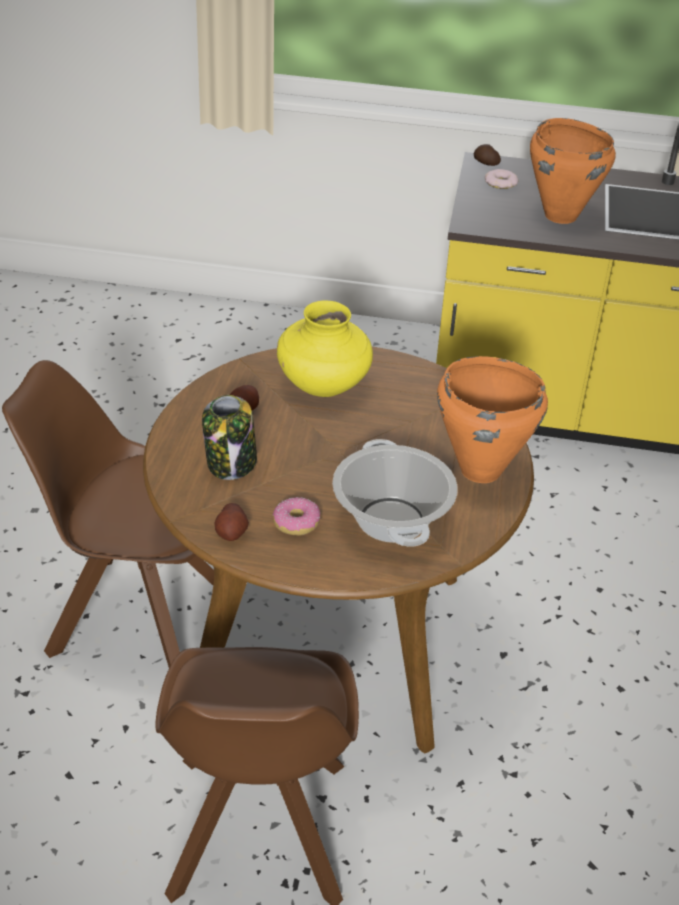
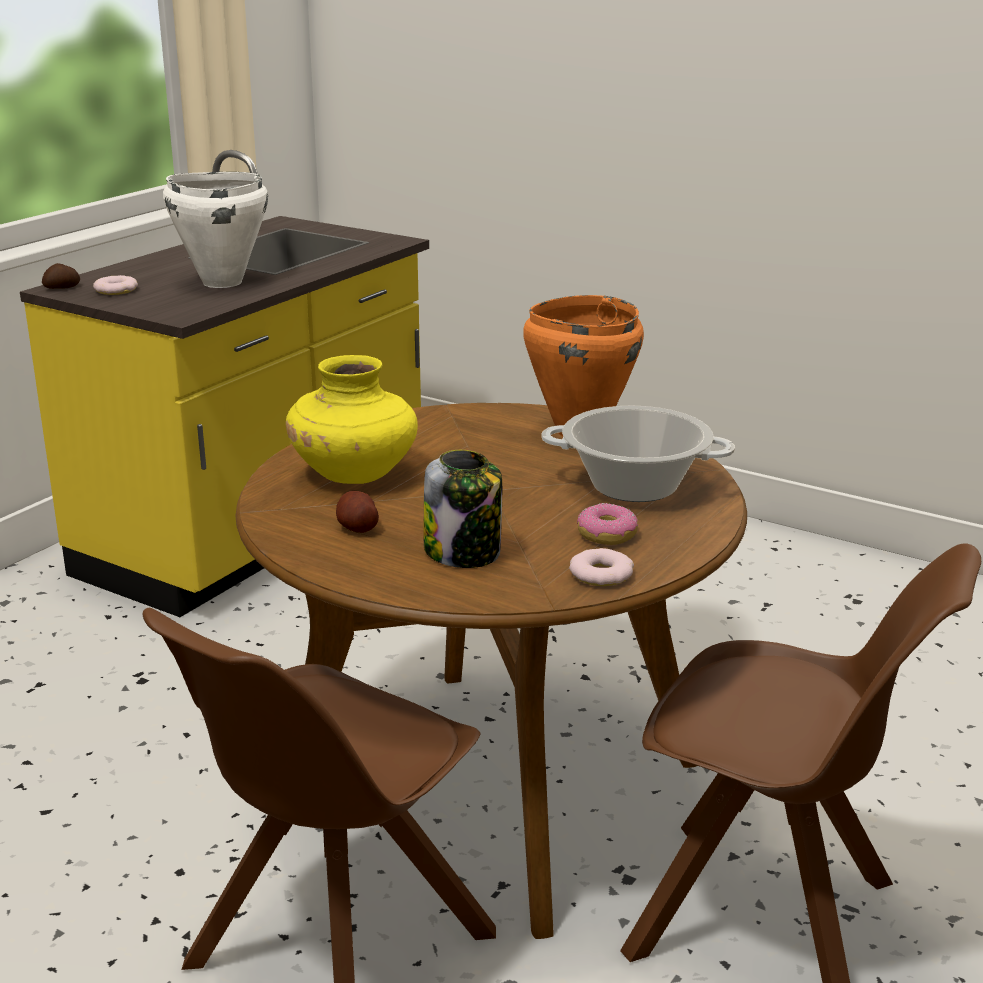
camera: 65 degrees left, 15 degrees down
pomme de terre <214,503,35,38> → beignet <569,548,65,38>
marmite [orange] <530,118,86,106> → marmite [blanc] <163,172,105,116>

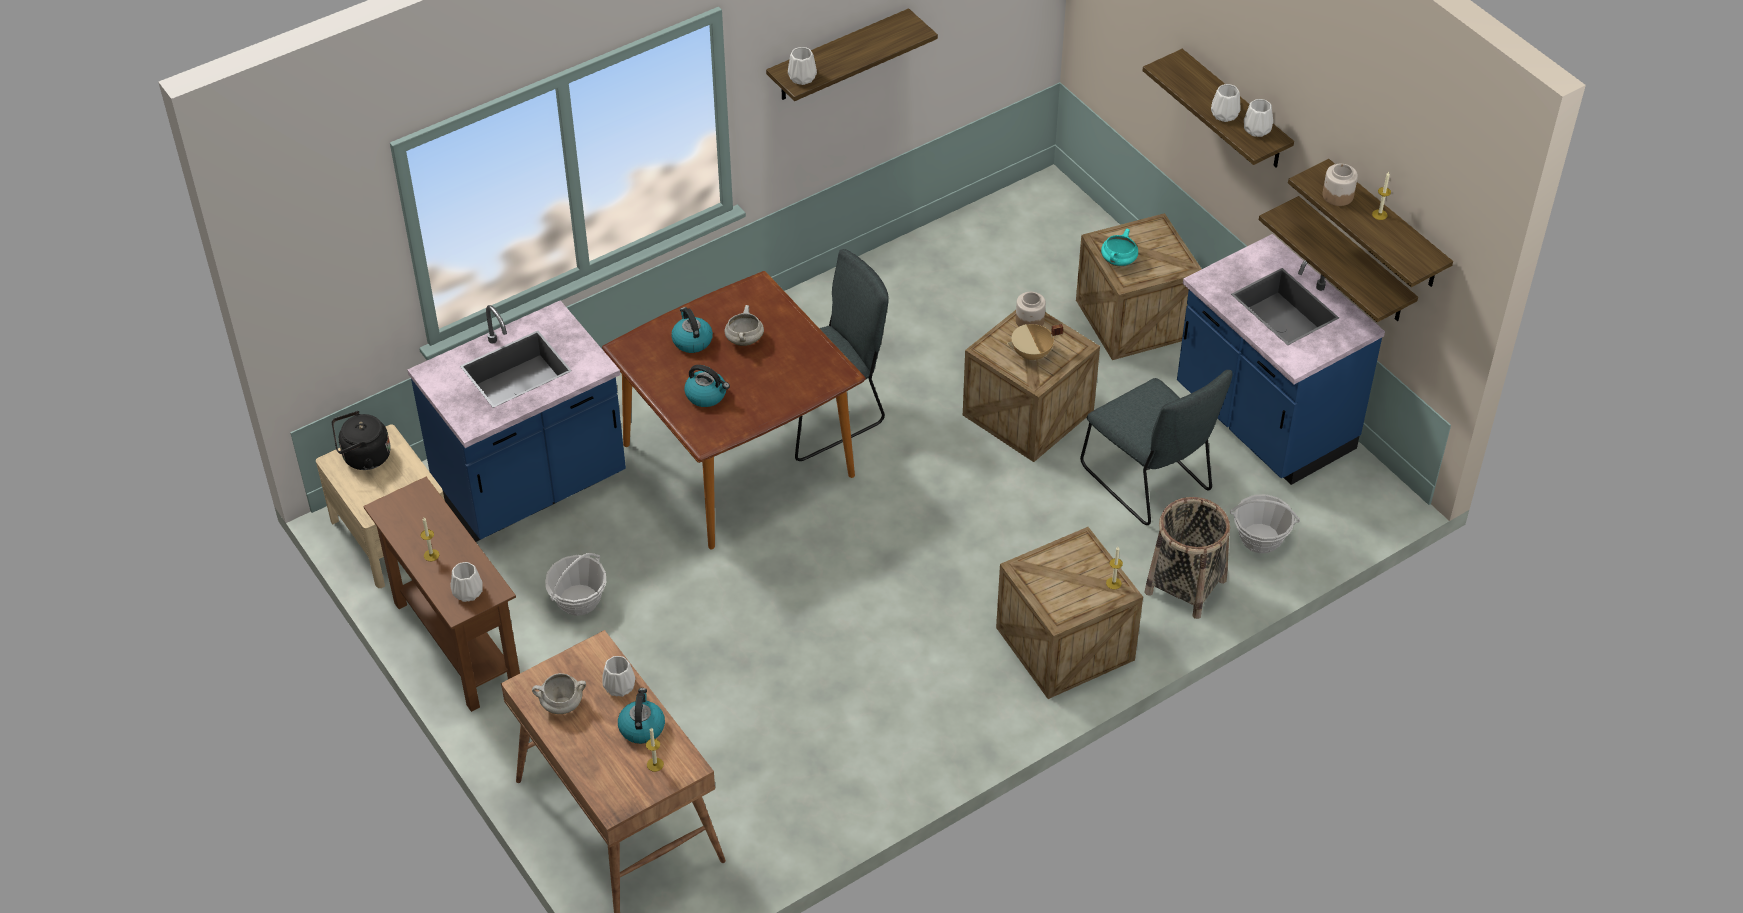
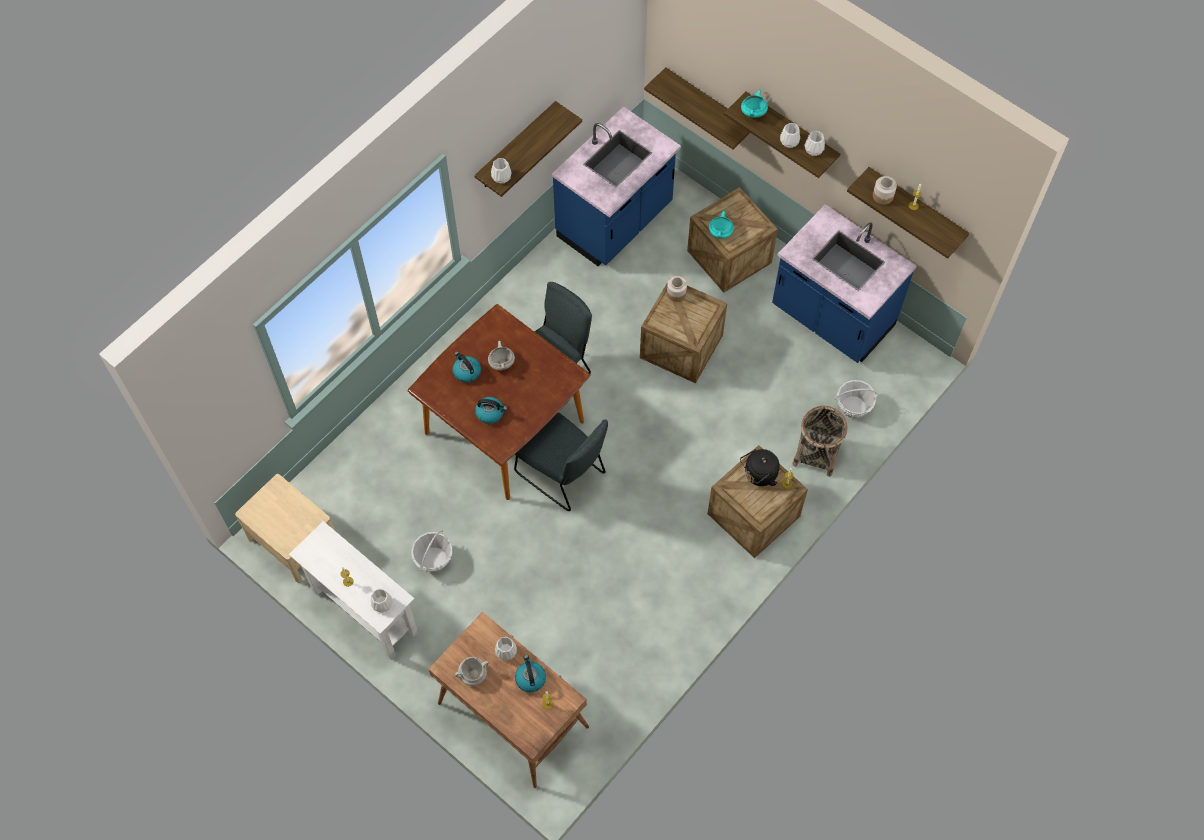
camera: 15 degrees left, 15 degrees up
marmite [beige] <1007,324,56,37> → -
- → marmite [turquoise] <741,90,27,28>
bouilloire [noir] <332,411,59,59> → bouilloire [noir] <740,449,39,37>, shifted
comptoir de cuisine [bleu] <407,300,219,242> → comptoir de cuisine [bleu] <552,106,129,160>, shifted
chaise [gris] <1080,370,153,155> → chaise [gris] <514,412,94,99>, shifted
étagère <1259,196,159,126> → étagère <644,67,106,82>, shifted
table console [marron] <363,477,157,235> → table console [blanc] <289,521,129,139>

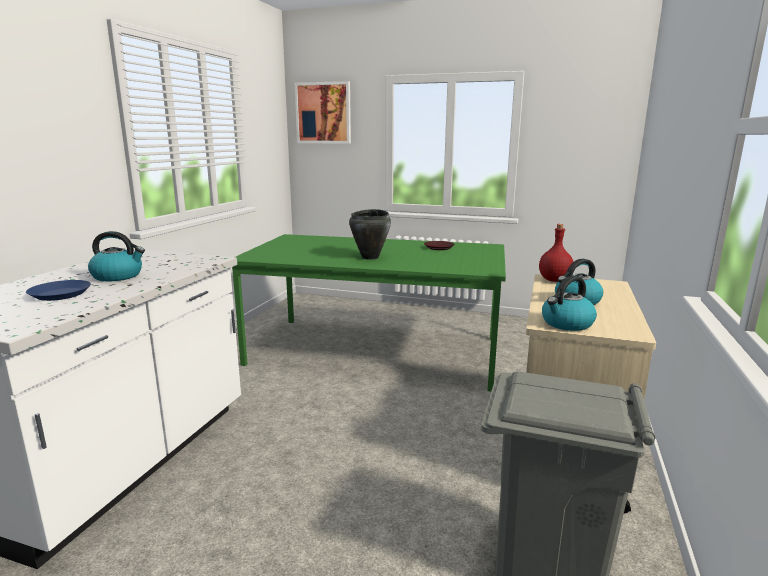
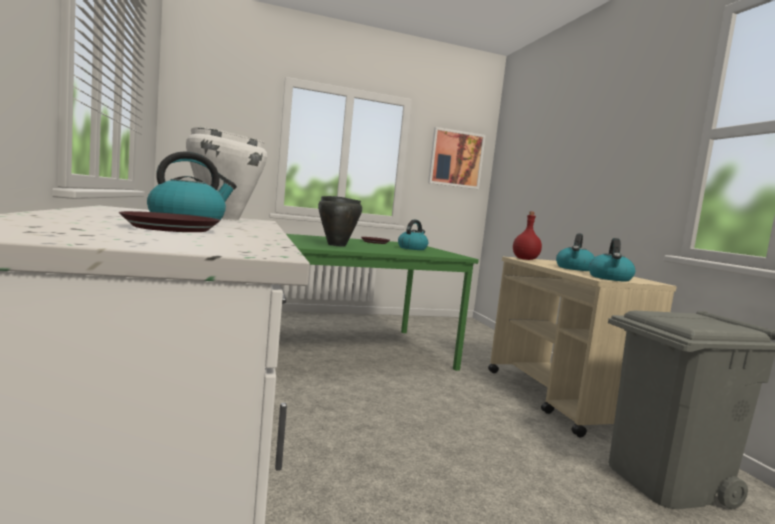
camera: 35 degrees left, 10 degrees down
- → marmite [blanc] <186,127,81,93>
- → bouilloire <398,220,30,30>
tableau <295,81,56,63> → tableau <428,127,58,62>, shifted
assiette [bleu] <26,280,65,21> → assiette [marron] <119,211,102,21>

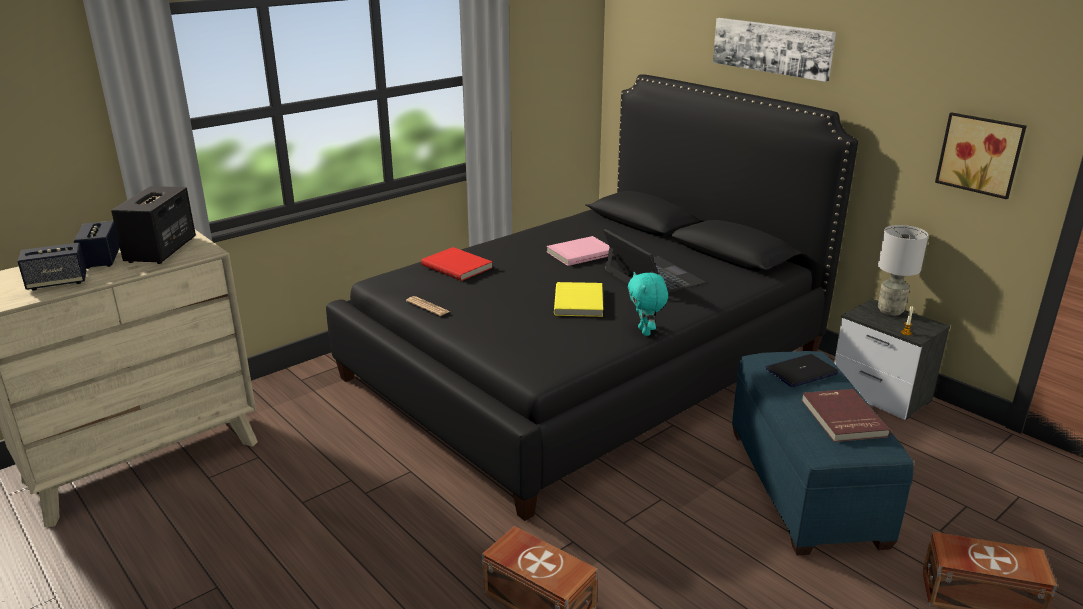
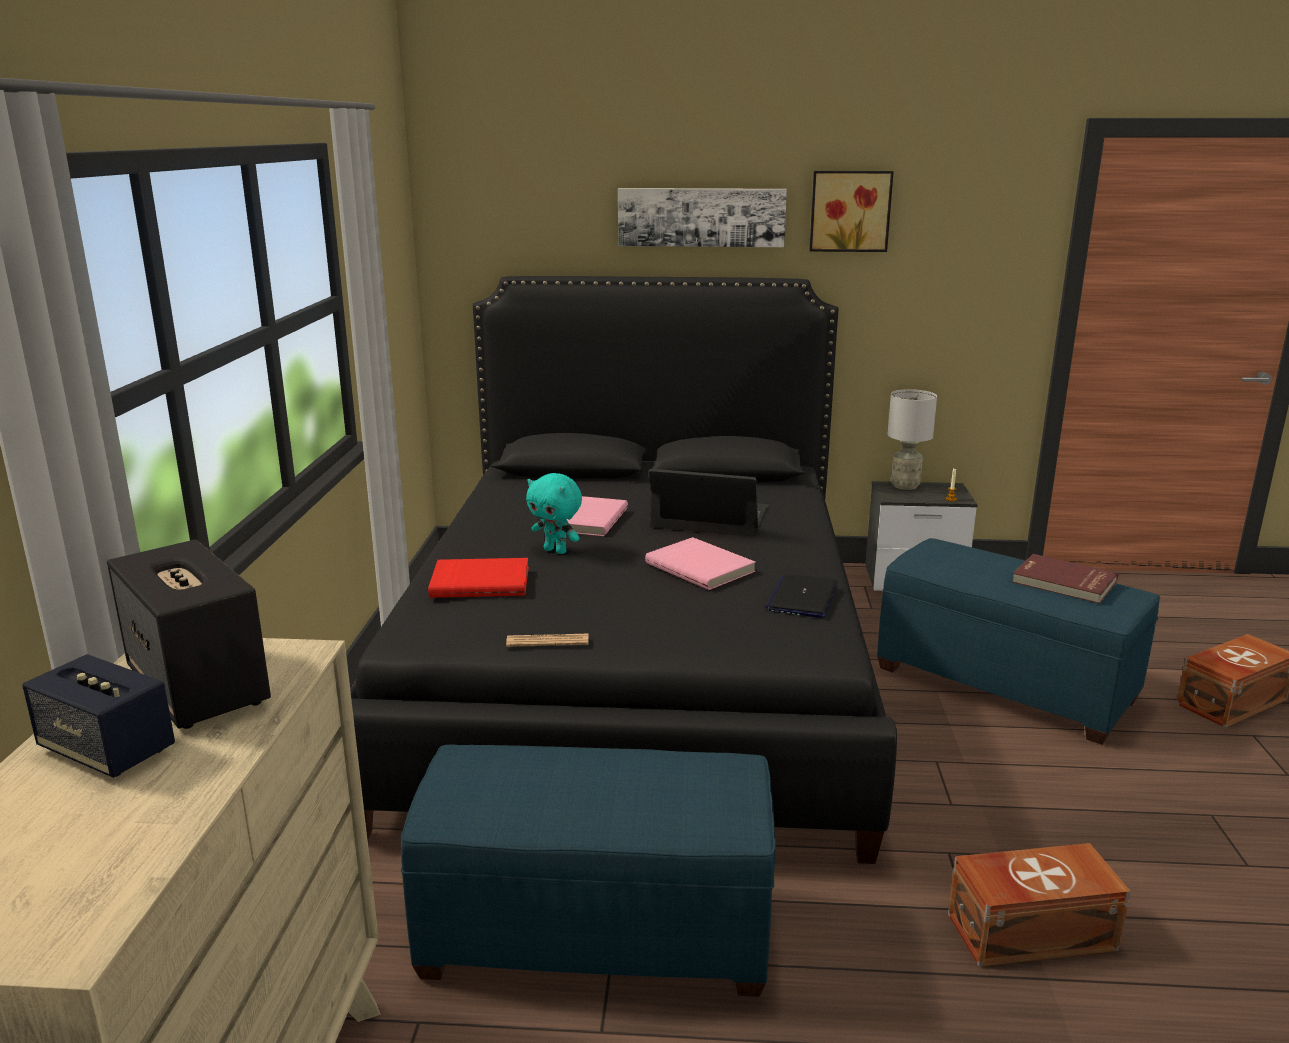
camera: 45 degrees left, 5 degrees down
enceinte <17,242,69,49> → -
- → pouf [bleu] <401,745,375,252>
peluche [turquoise] <628,272,40,64> → peluche [turquoise] <526,473,56,81>, shifted
ordinateur portable <765,354,74,33> → ordinateur portable <765,574,73,44>, shifted
tableau <935,112,92,87> → tableau <809,171,85,81>, shifted
livre [jaune] <554,282,49,35> → livre [rose] <645,537,111,53>

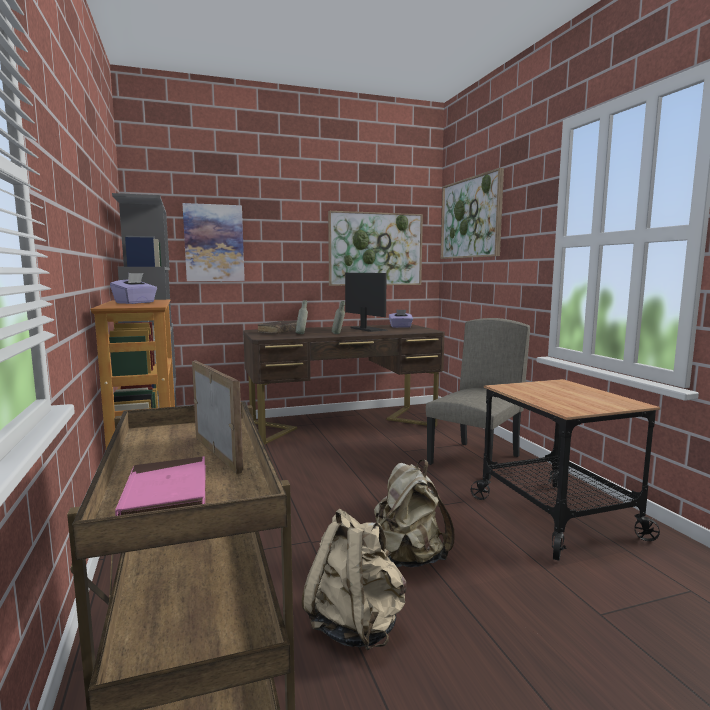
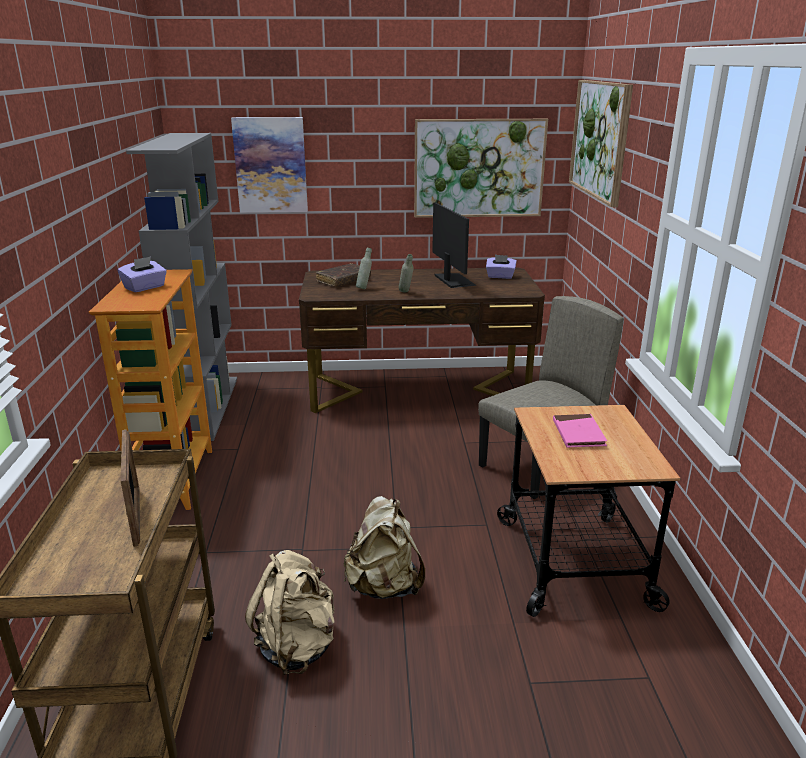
camera: 15 degrees right, 15 degrees up
livre [rose] <115,457,91,59> → livre [rose] <553,414,54,34>, shifted

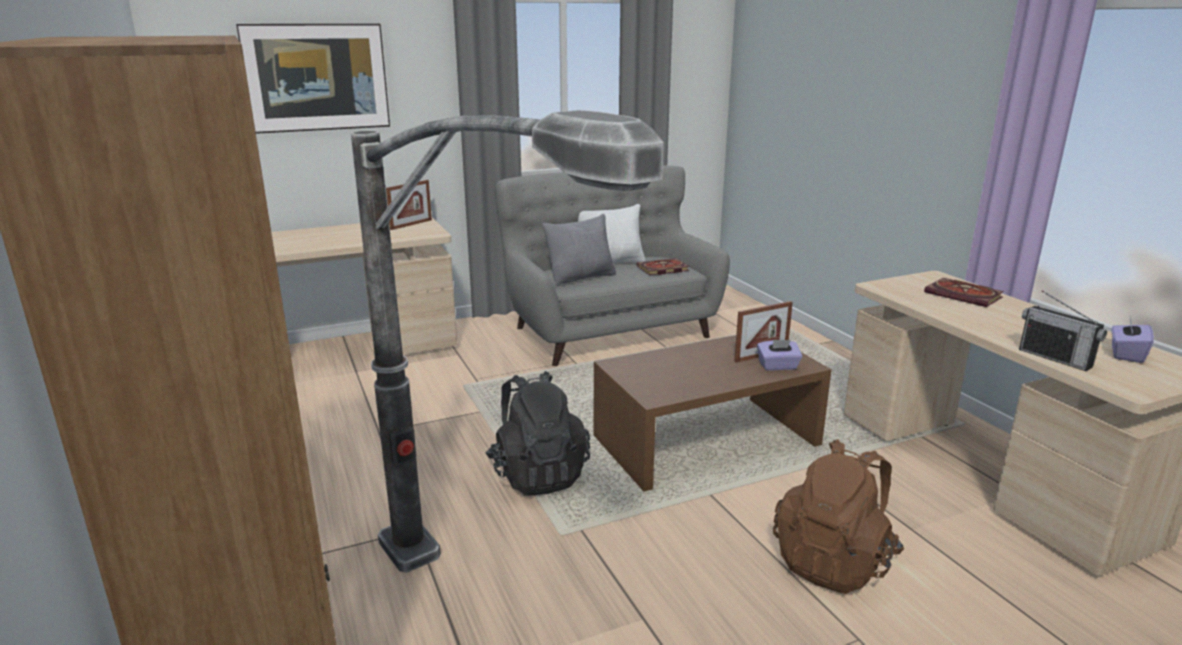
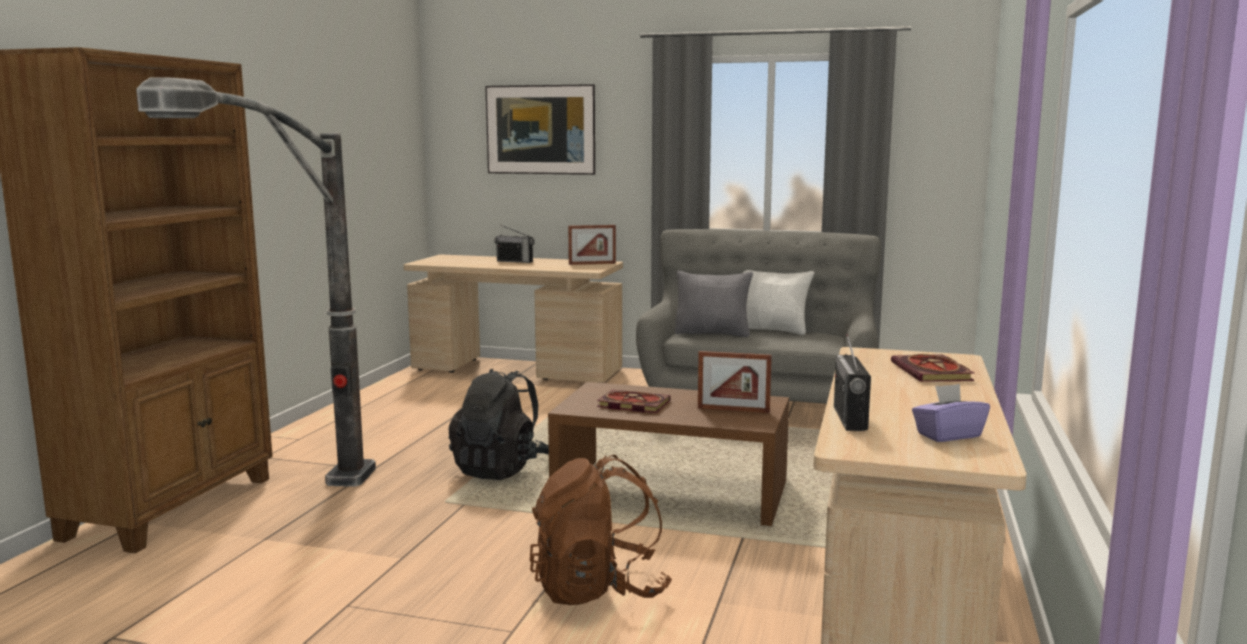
camera: 40 degrees right, 10 degrees down
boîte à mouchoirs [violet] <757,340,46,30> → -
- → radio <494,225,41,38>
livre <637,258,53,17> → livre <597,389,74,24>, shifted

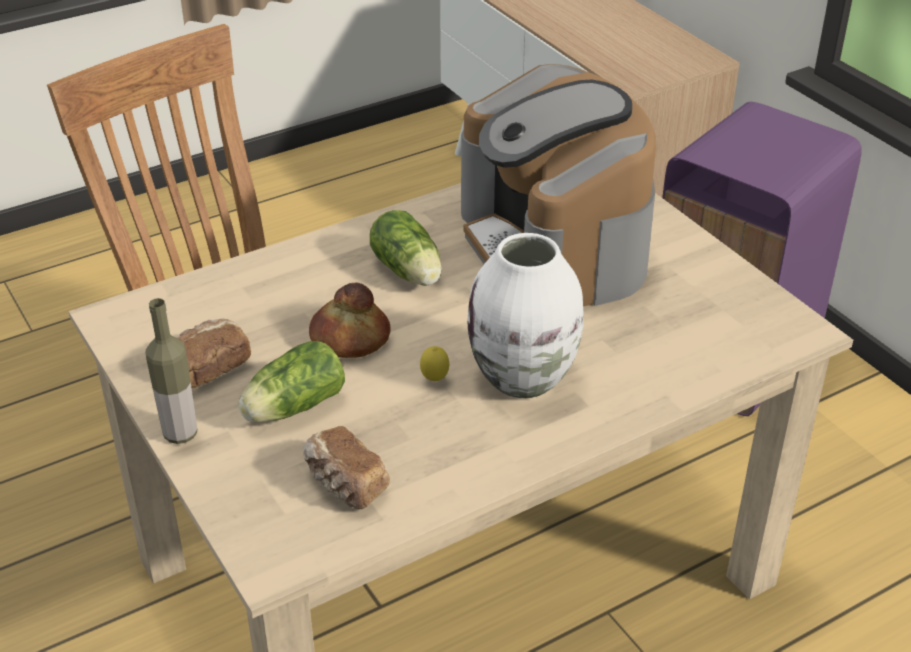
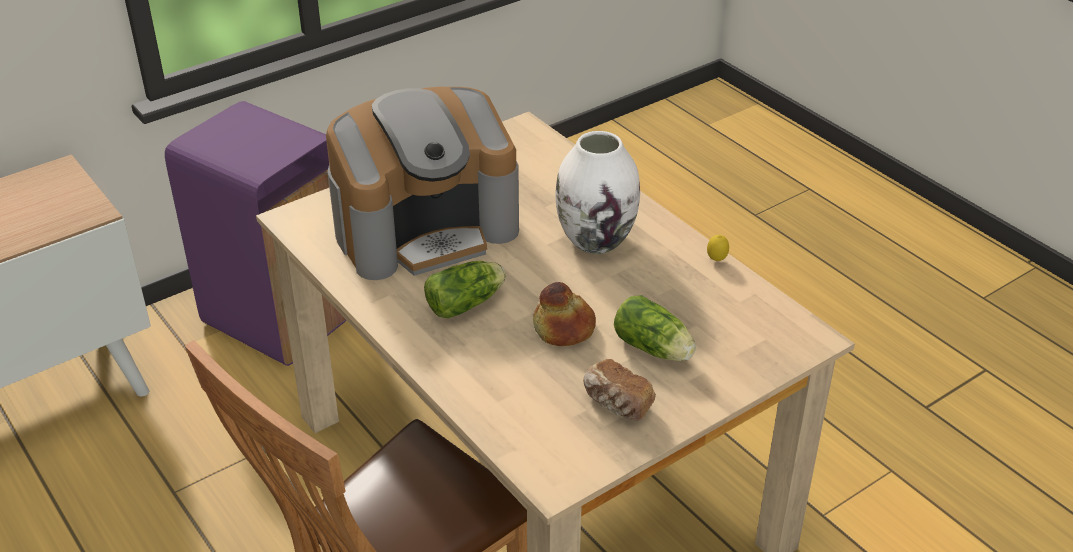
camera: 95 degrees left, 0 degrees up
bouteille <145,298,52,146> → -
pain <303,426,87,83> → -
citron <420,346,29,35> → citron <707,235,22,26>, shifted

